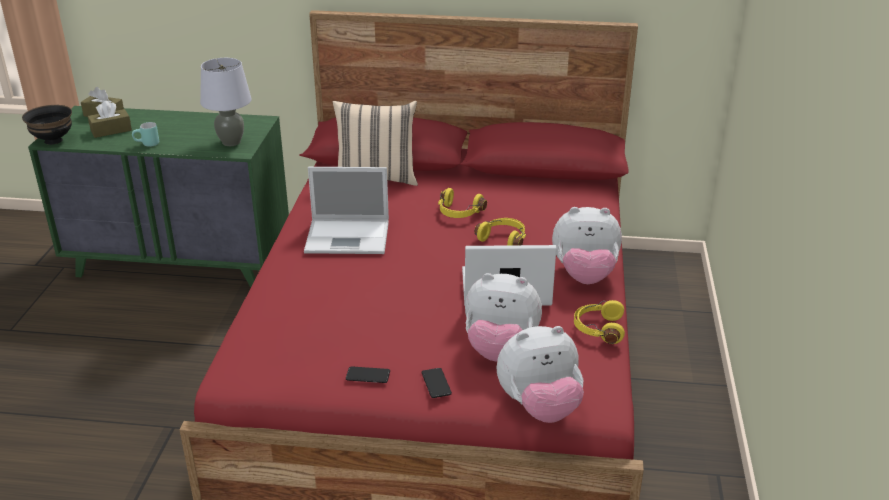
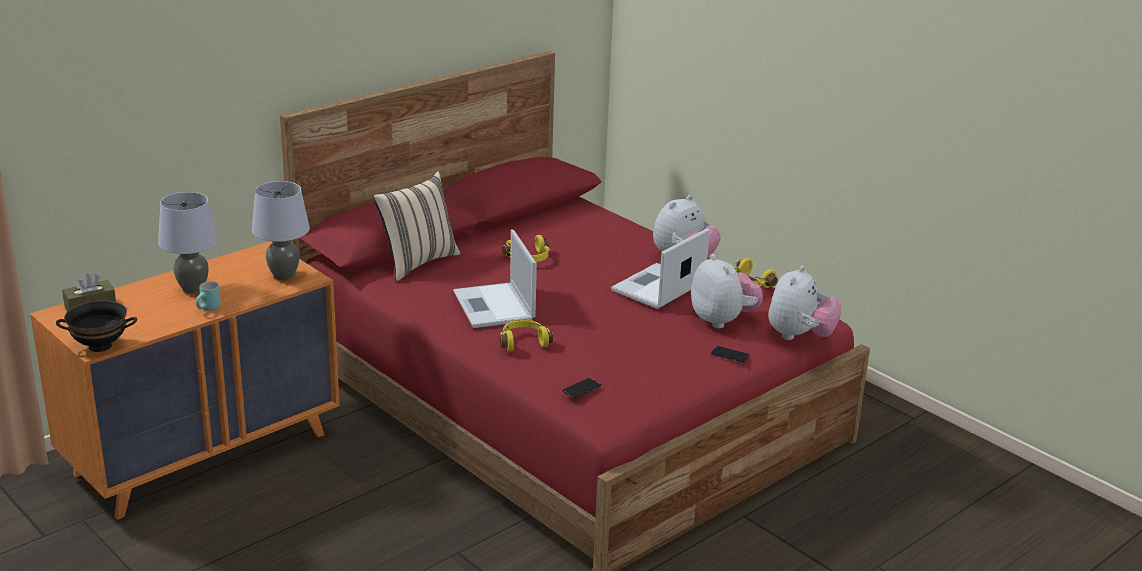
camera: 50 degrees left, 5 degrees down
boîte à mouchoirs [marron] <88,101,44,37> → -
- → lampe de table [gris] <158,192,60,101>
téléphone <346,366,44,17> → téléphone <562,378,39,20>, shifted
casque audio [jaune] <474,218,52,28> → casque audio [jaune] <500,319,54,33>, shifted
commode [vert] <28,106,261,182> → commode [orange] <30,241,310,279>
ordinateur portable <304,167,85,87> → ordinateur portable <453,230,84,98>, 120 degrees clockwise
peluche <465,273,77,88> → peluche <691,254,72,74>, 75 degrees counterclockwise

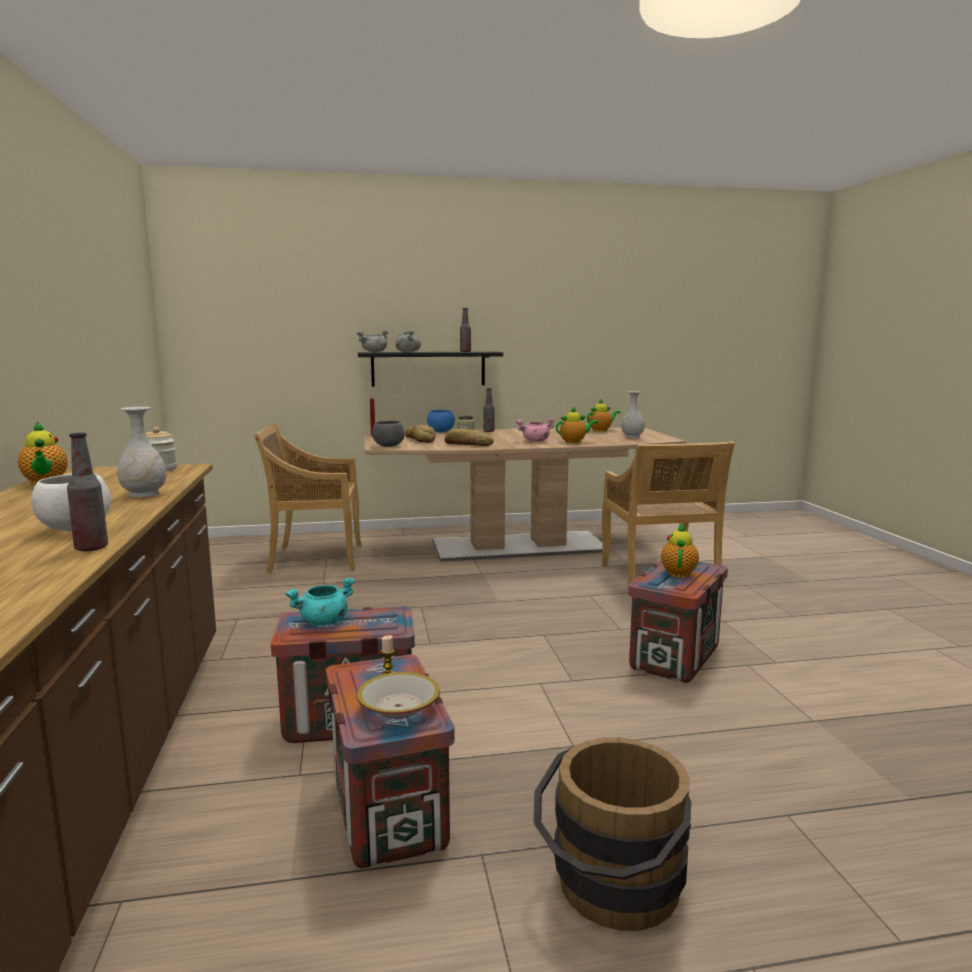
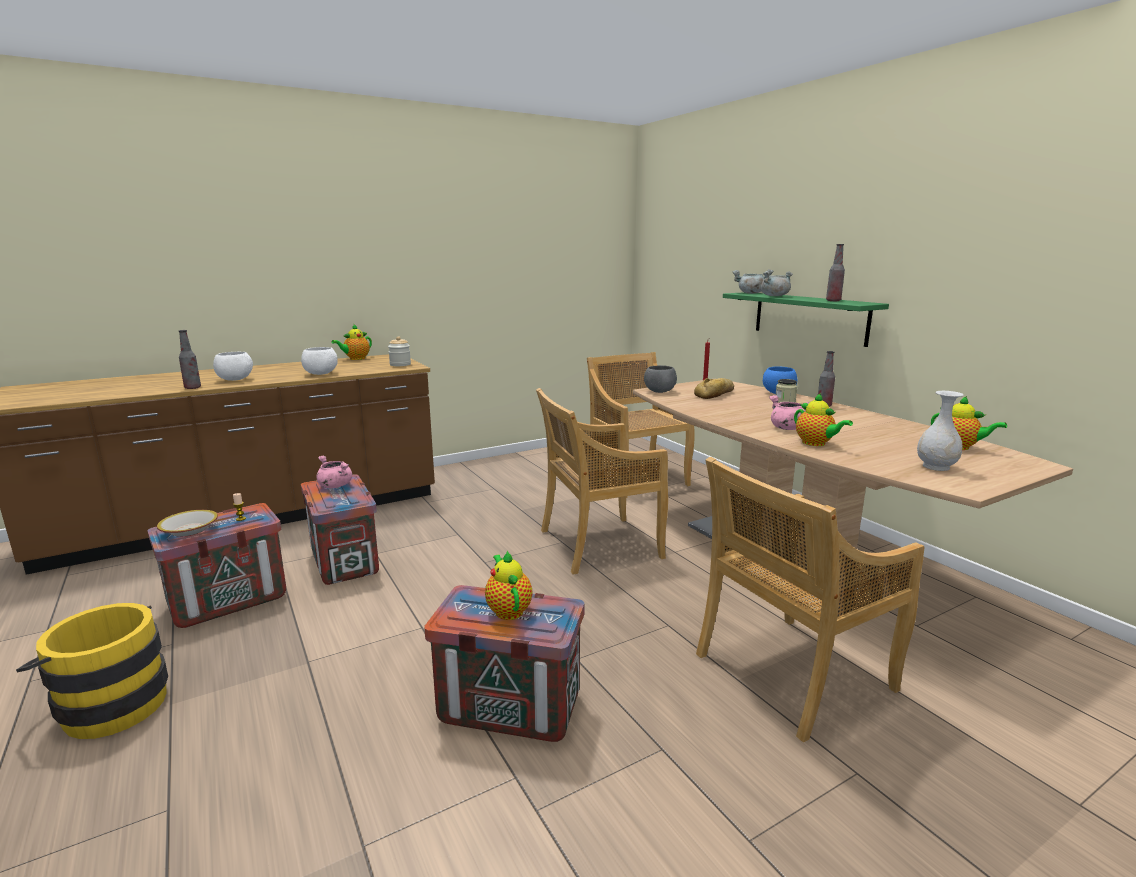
camera: 70 degrees right, 5 degrees up
pain <445,428,49,18> → -
- → chaise [beige] <536,388,132,186>
vase [blanc] <117,407,50,91> → bol [blanc] <301,347,37,28>
marmite [turquoise] <285,577,70,48> → marmite [rose] <317,455,35,33>
étagère [noir] <358,352,145,35> → étagère [vert] <723,292,166,55>
seau [marron] <534,738,157,193> → seau [jaune] <16,603,152,136>
théière <661,523,38,54> → théière <485,550,48,70>, 105 degrees counterclockwise

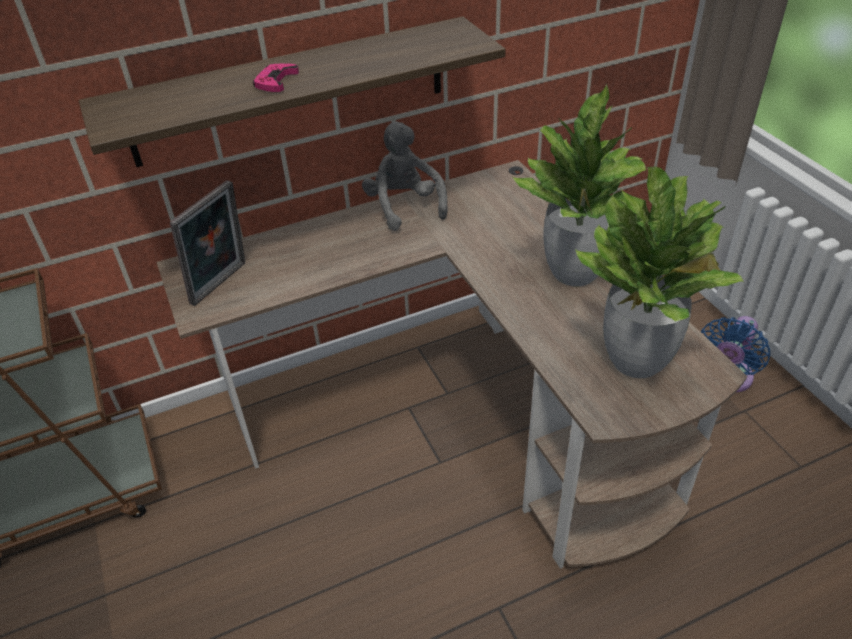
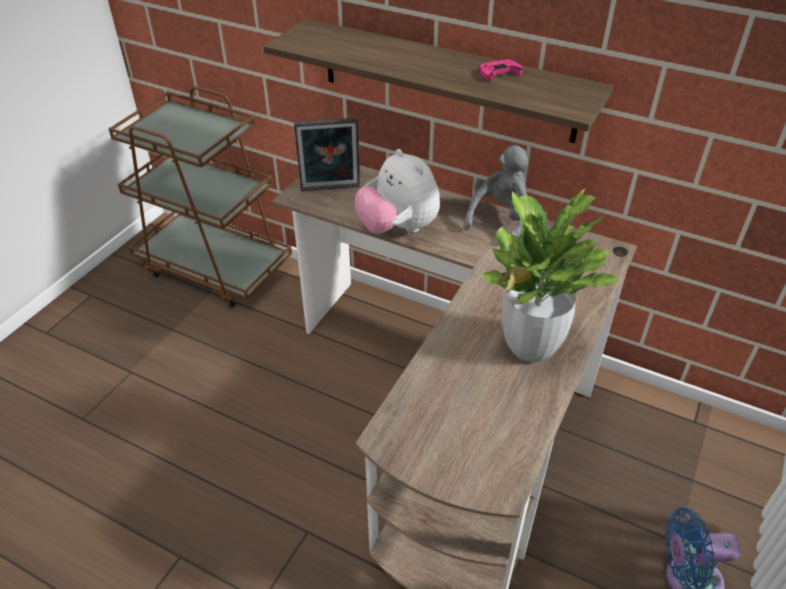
camera: 50 degrees right, 0 degrees up
plante en pot <575,166,169,212> → -
- → peluche <355,149,85,85>
manette [rose] <253,63,46,29> → manette [rose] <480,59,43,22>, shifted

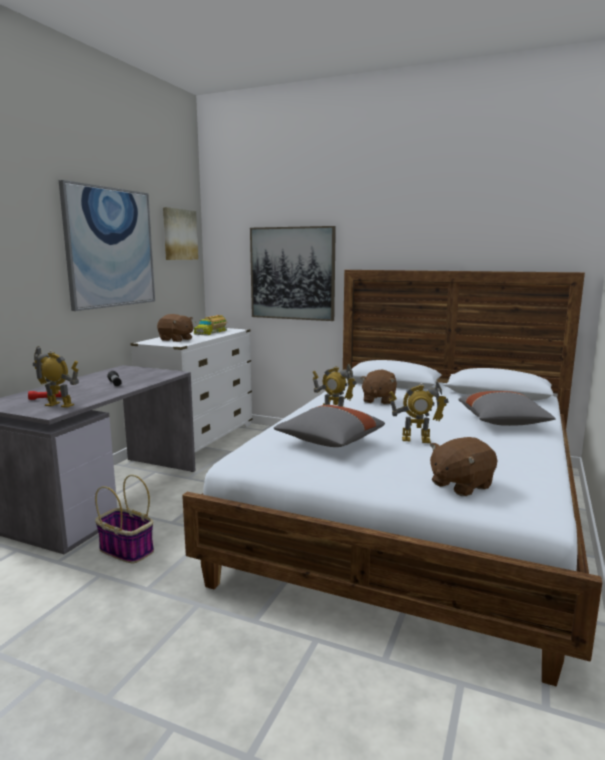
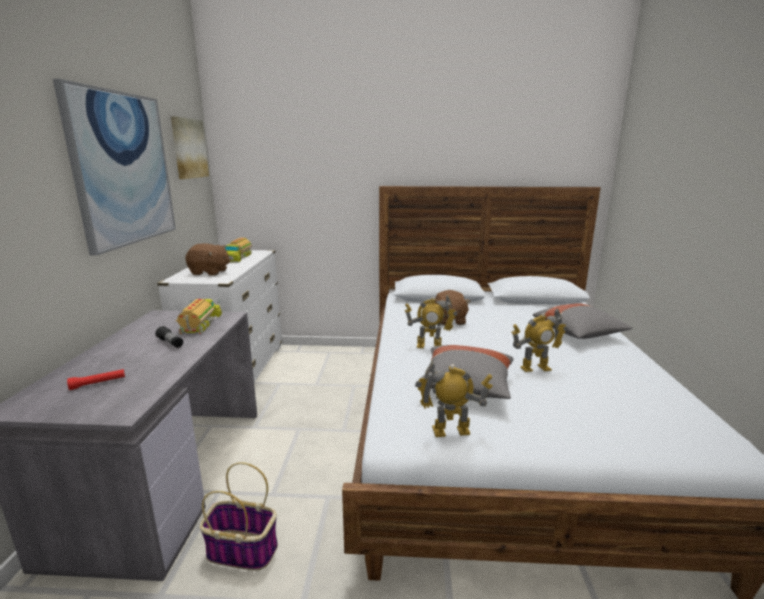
camera: 20 degrees left, 5 degrees up
tableau <250,226,86,95> → -
peluche [marron] <430,437,67,59> → -
- → camion jouet <175,299,47,35>
robot jouet <33,346,46,62> → robot jouet <415,361,77,76>, shifted

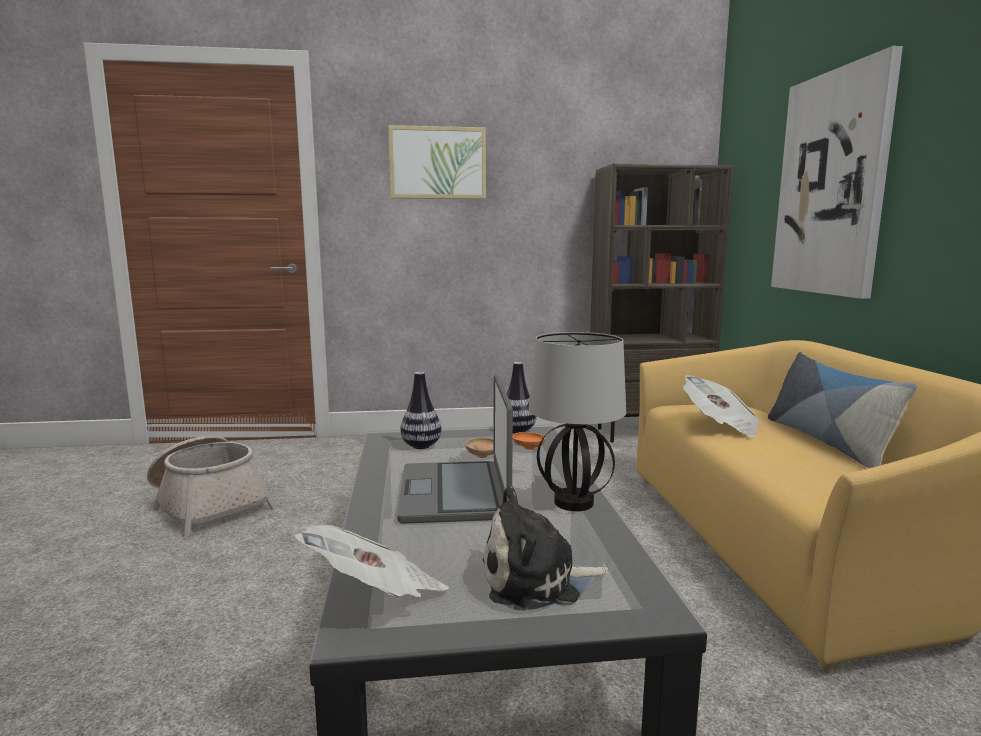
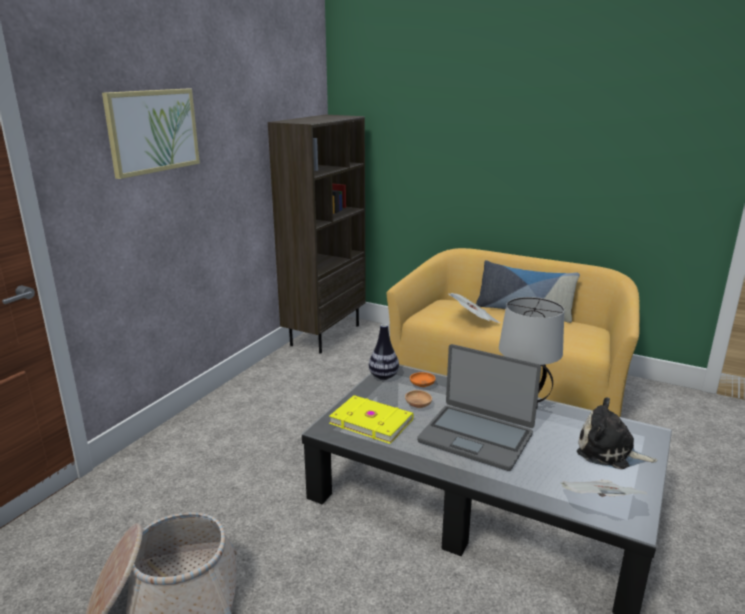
camera: 55 degrees left, 10 degrees up
tableau <771,46,132,253> → -
vase <400,372,42,77> → livre [jaune] <329,395,84,49>
peluche <483,486,125,124> → peluche <577,397,81,72>, 90 degrees clockwise

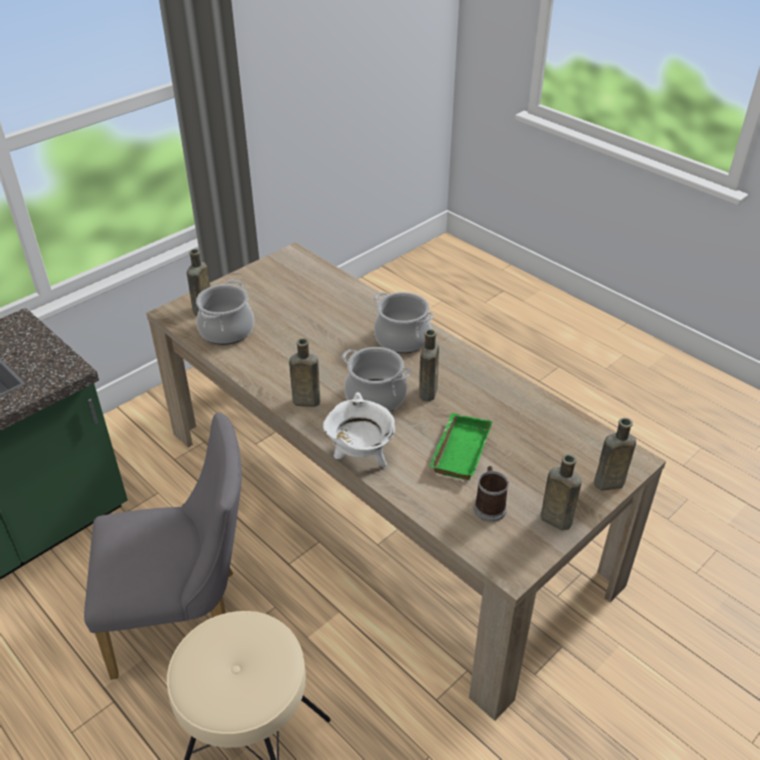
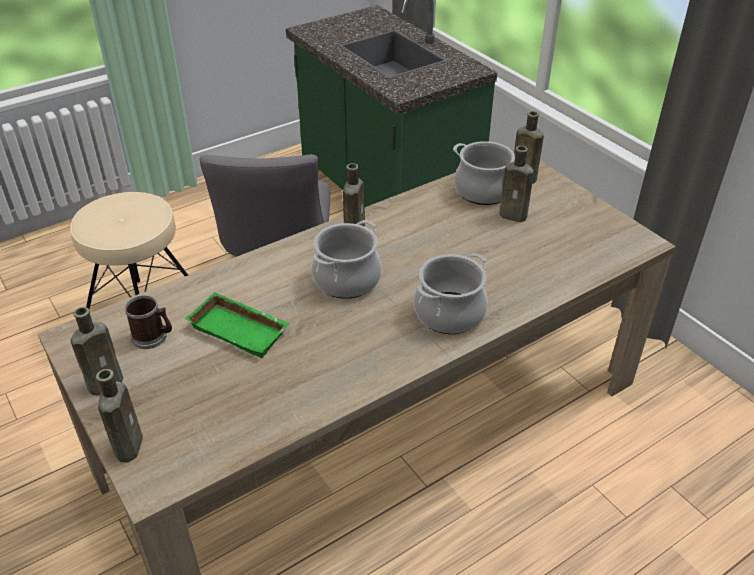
camera: 100 degrees right, 0 degrees up
marmite [blanc] <323,392,72,75> → -
bouteille [marron] <419,329,20,73> → bouteille [marron] <499,146,35,76>, shifted

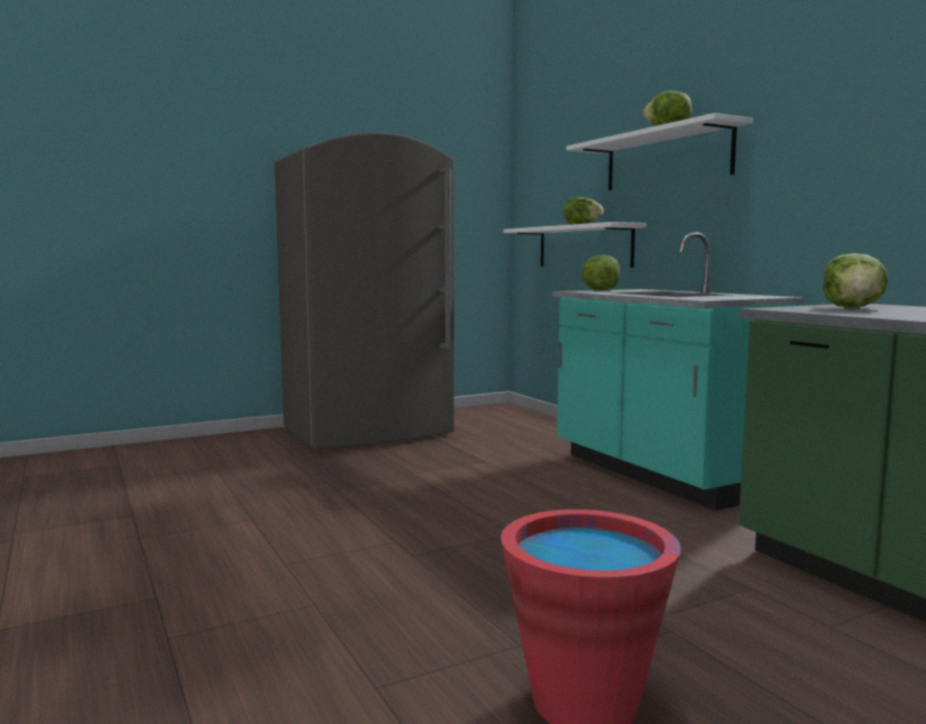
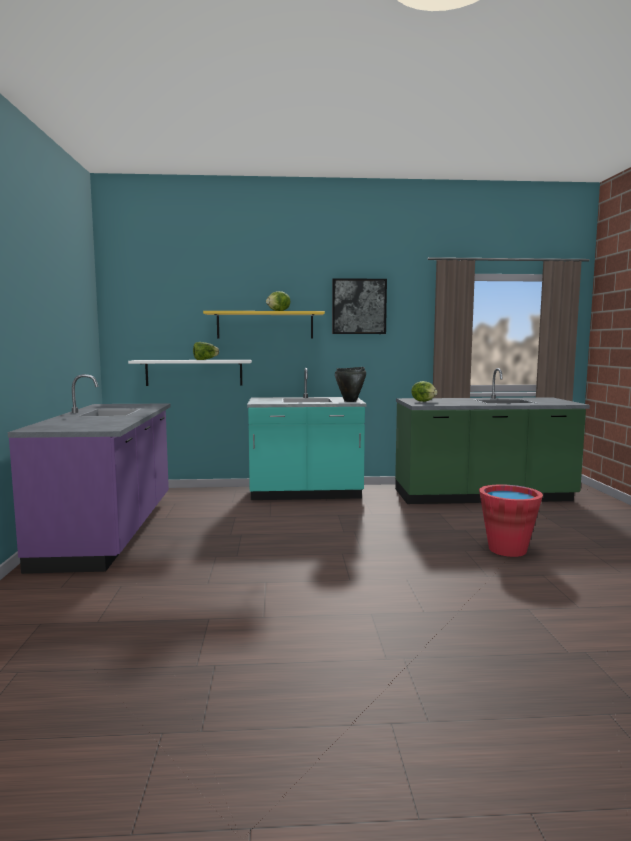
camera: 65 degrees left, 0 degrees up
laitue <581,255,39,36> → -
- → tableau <332,278,55,56>
- → marmite [noir] <335,367,31,35>
réfrigérateur [gris] <275,132,179,317> → comptoir de cuisine [violet] <8,374,163,200>
étagère [blanc] <566,113,187,77> → étagère [jaune] <203,311,122,28>

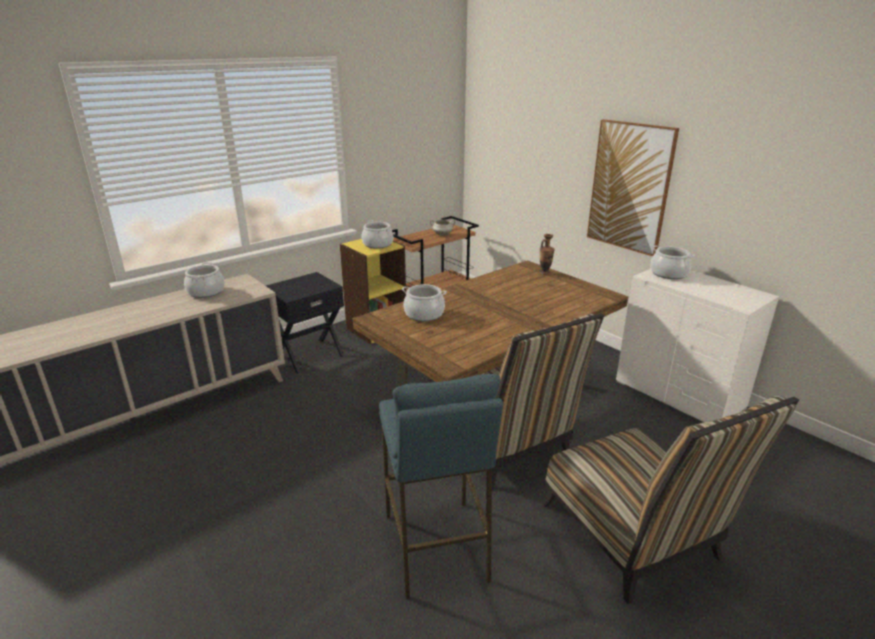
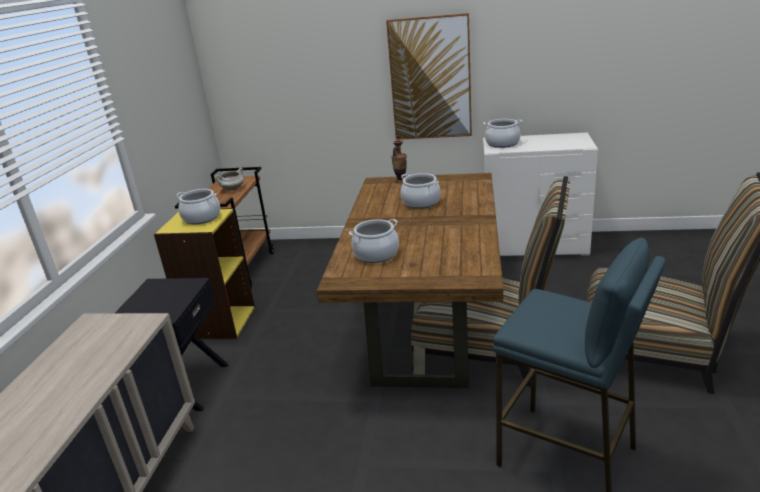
camera: 40 degrees left, 0 degrees up
marmite <184,262,41,36> → marmite <400,173,41,36>, shifted

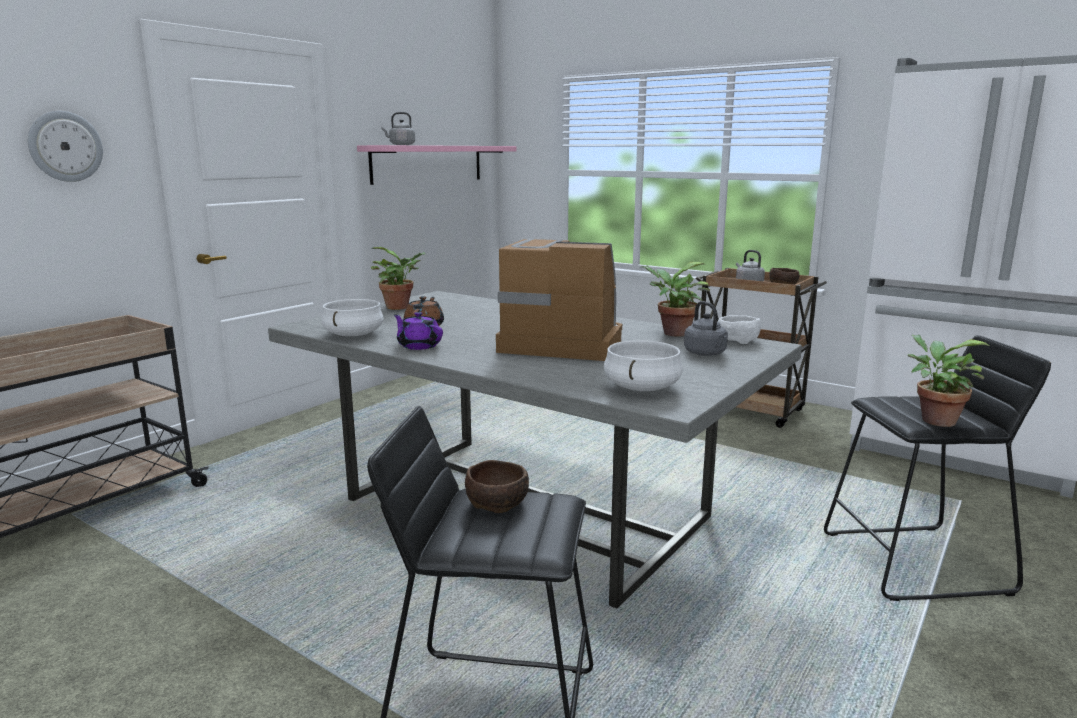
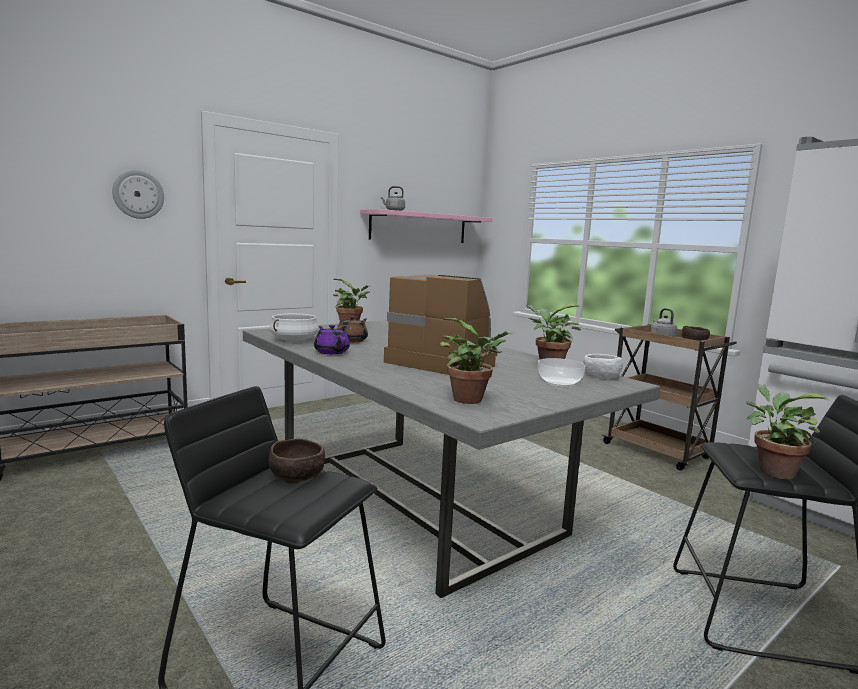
camera: 15 degrees right, 5 degrees down
marmite [blanc] <604,340,79,51> → plante en pot <440,318,73,86>
bouilloire [gris] <684,301,44,55> → bol <538,358,48,29>

